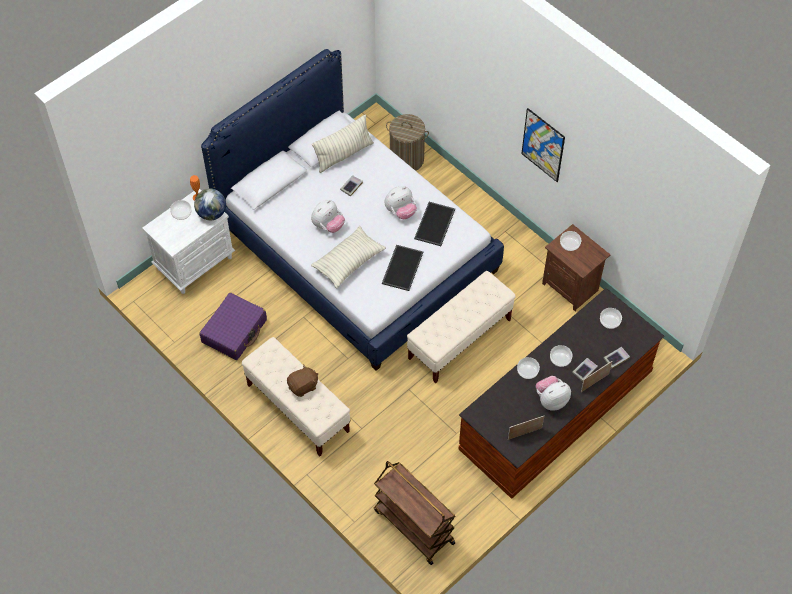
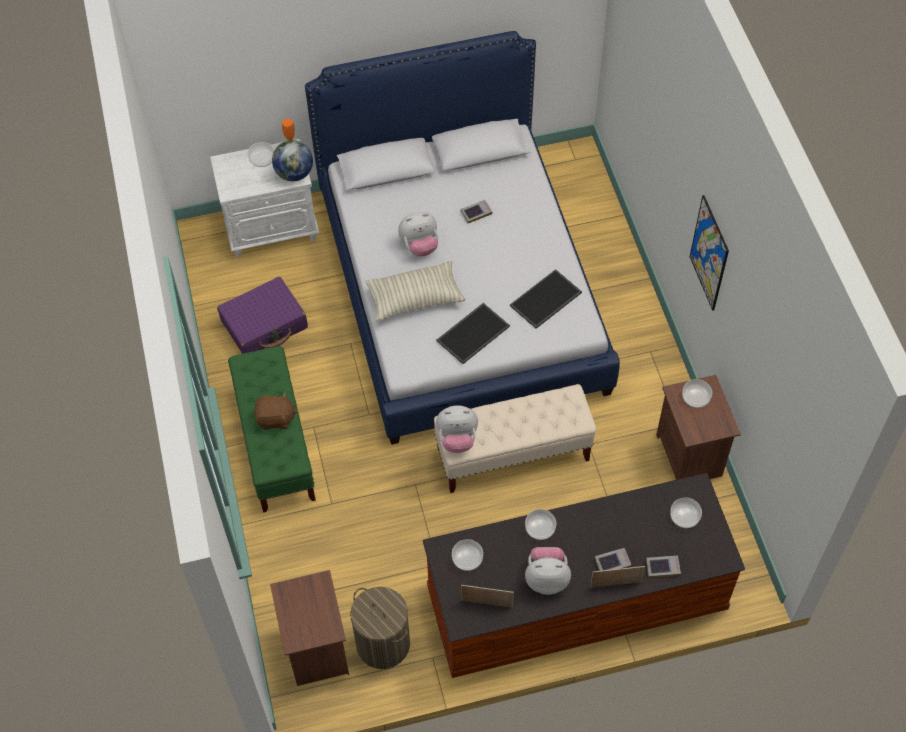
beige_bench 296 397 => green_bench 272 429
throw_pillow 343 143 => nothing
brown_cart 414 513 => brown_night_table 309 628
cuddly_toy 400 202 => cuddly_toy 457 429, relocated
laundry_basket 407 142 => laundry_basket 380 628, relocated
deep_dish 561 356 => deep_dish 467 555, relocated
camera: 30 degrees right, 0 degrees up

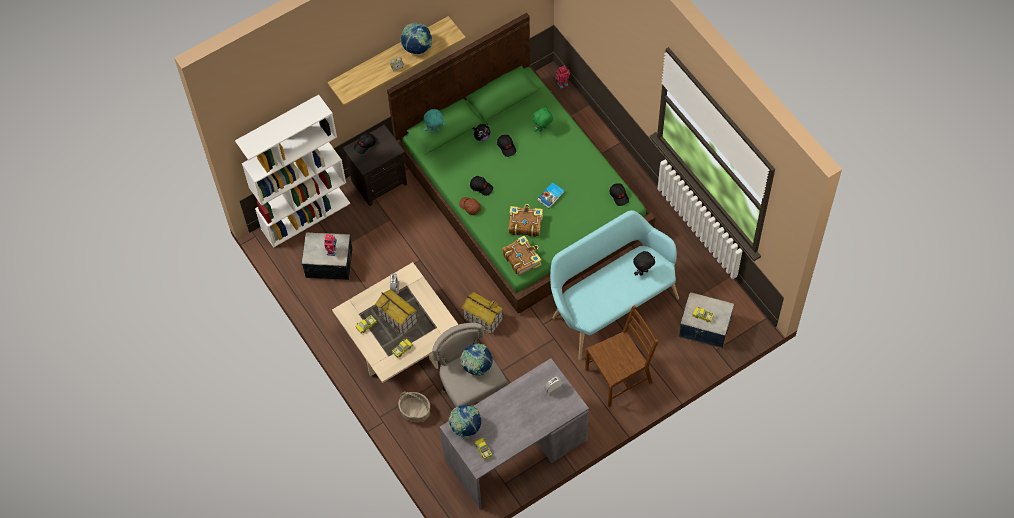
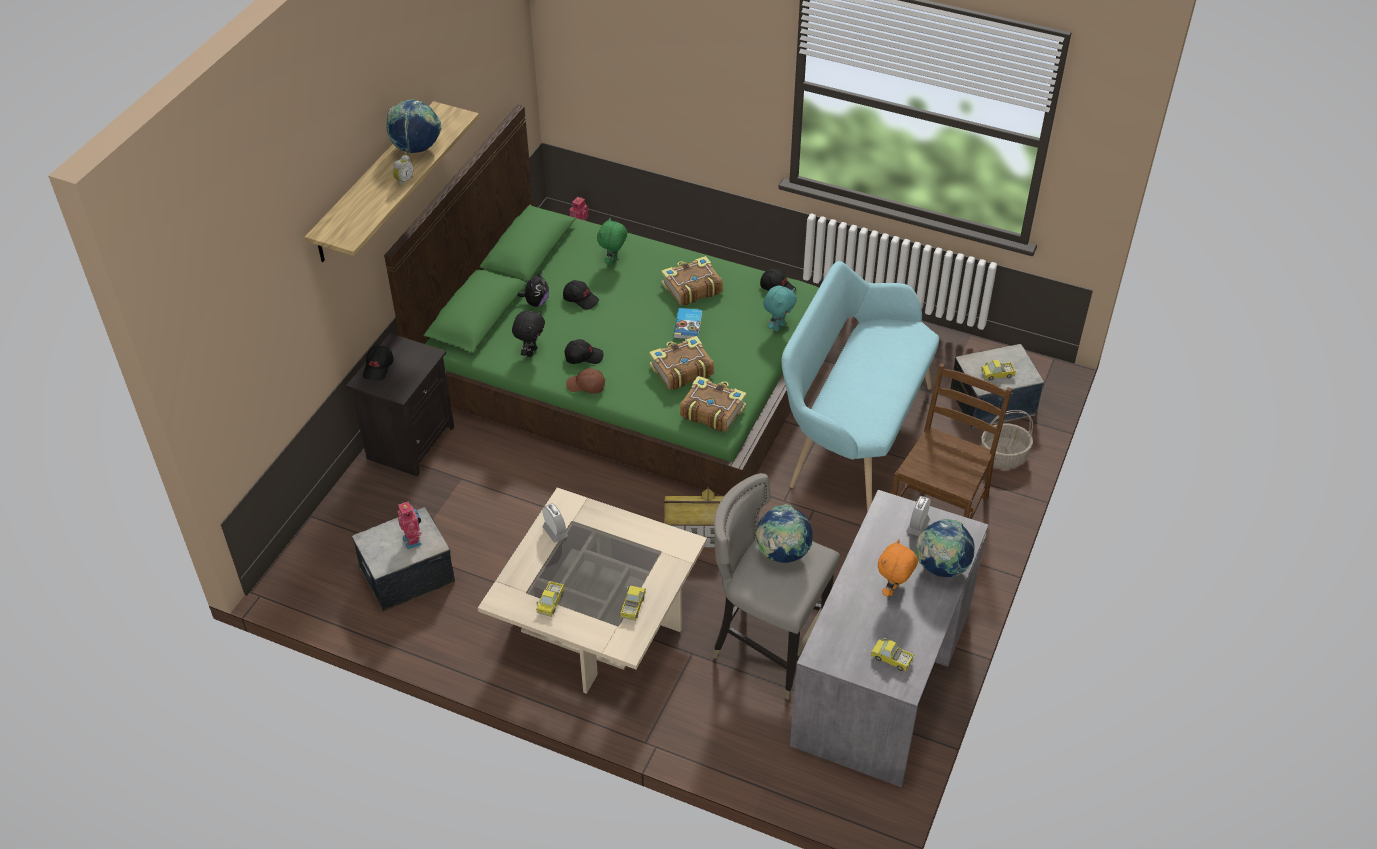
white_bookcase 292 171 => nothing
toy_house 396 312 => nothing
basket 414 407 => basket 1007 439, relocated
blue-green_cuddly_toy 434 121 => blue-green_cuddly_toy 780 308, relocated
world_globe 465 421 => world_globe 945 548, relocated
blackish_cuddly_toy 644 263 => blackish_cuddly_toy 528 334, relocated
nothing => book 692 280
nothing => orange-coloured_cuddly_toy 898 568
camera: 35 degrees left, 15 degrees down

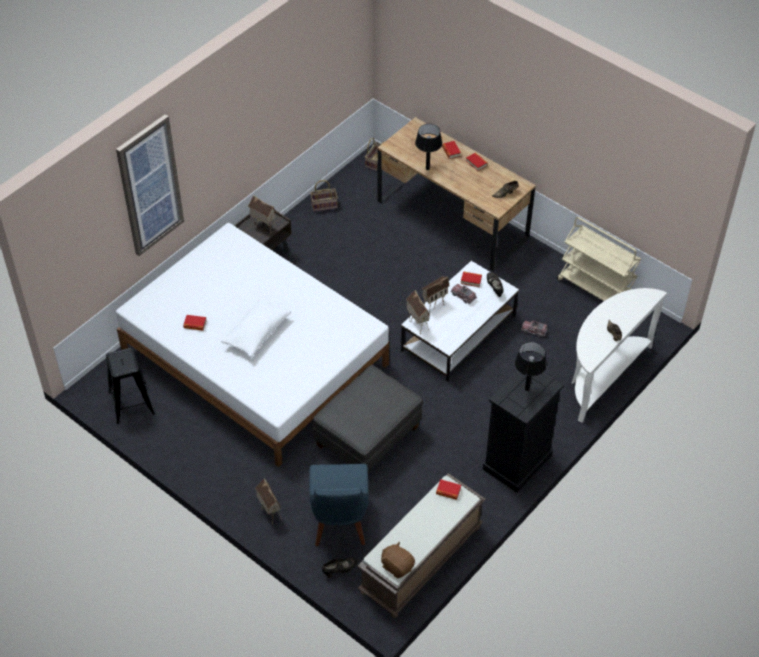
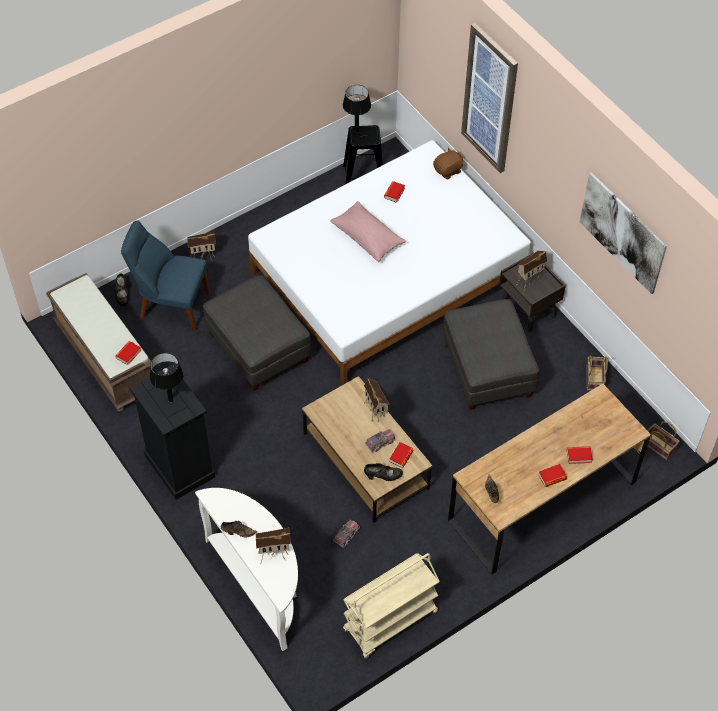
white_throw_pillow 256 327 => pink_throw_pillow 368 231
brown_cuddly_toy 398 560 => brown_cuddly_toy 448 163, relocated
white_coffee_table 460 321 => brown_coffee_table 367 449
toy_house 418 312 => toy_house 273 545, relocated
blackish_table_lamp 428 147 => blackish_table_lamp 357 109, relocated
nothing => grey_pouffe 491 354
nothing => picture 623 233
camera: 105 degrees right, 5 degrees up

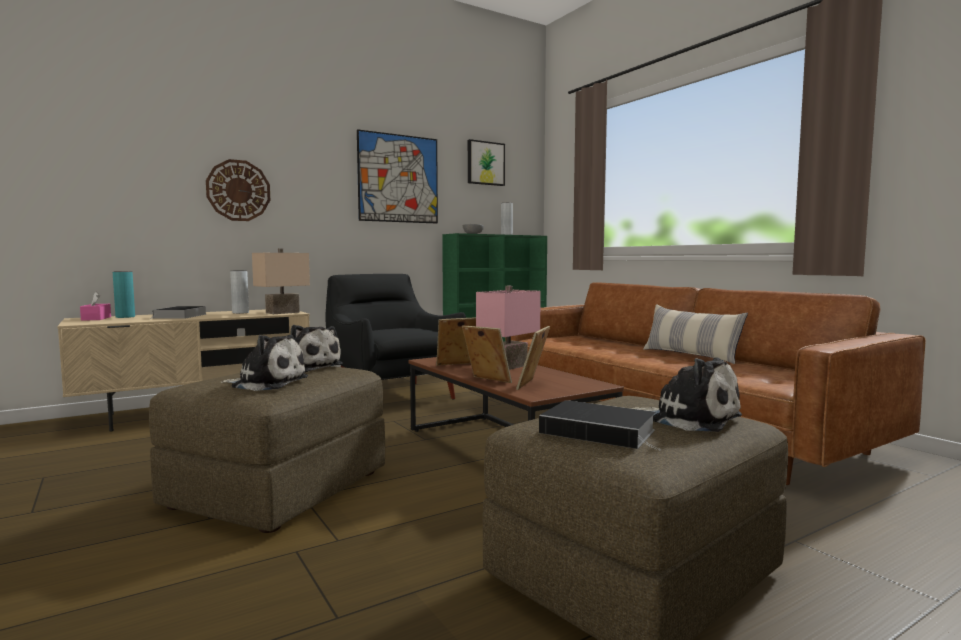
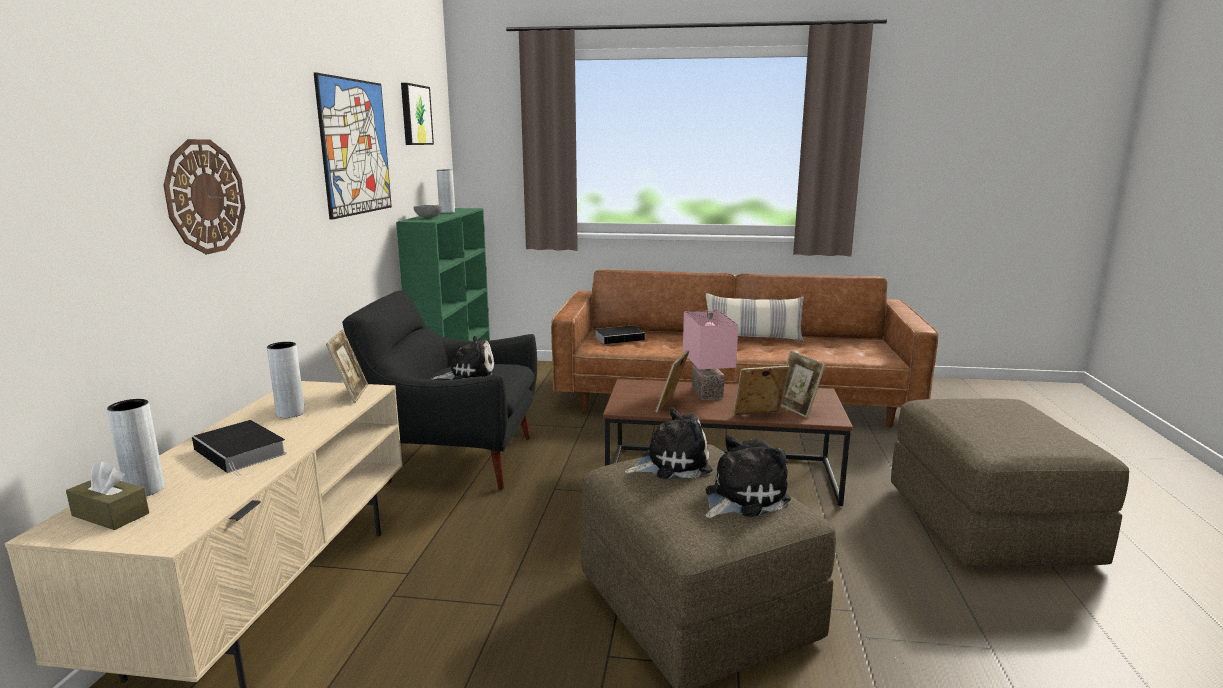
pink_tissue_holder 95 306 => brown_tissue_holder 107 496
blue-green_flower_vase 124 294 => grey_flower_vase 136 447
beige_table_lamp 281 281 => standing_frame 347 366
book 600 425 => book 622 334, relocated
cuddly_toy 687 394 => cuddly_toy 463 358, relocated
camera: 50 degrees left, 10 degrees up

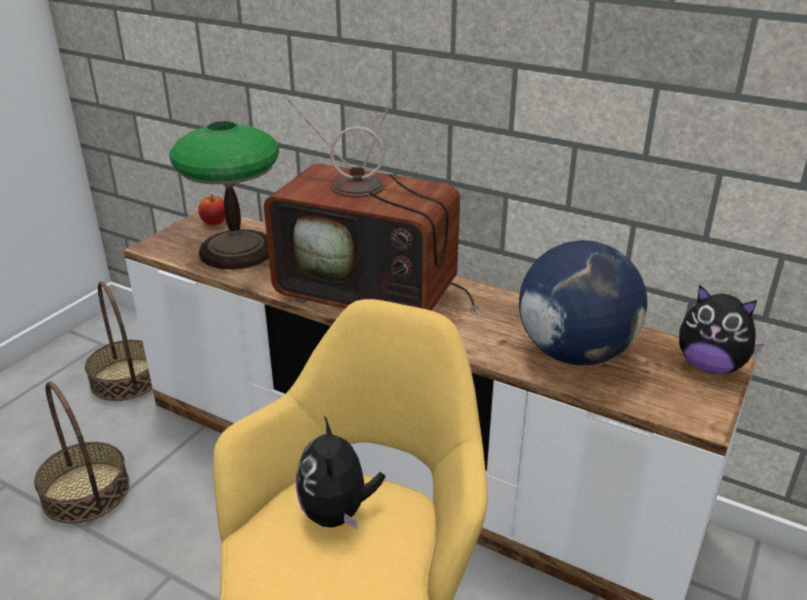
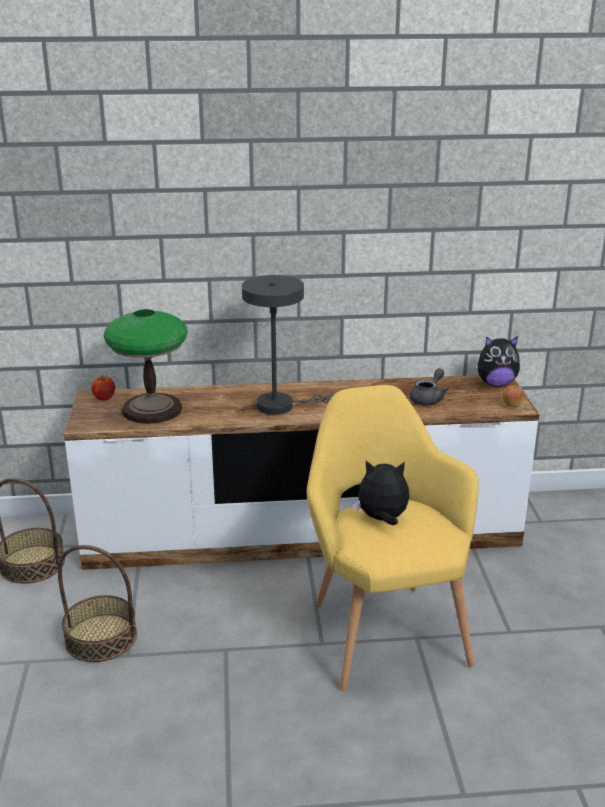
television 371 195 => grey_table_lamp 288 345
cuddly_toy 340 472 => cuddly_toy 381 492, 135 degrees clockwise
world_globe 583 302 => grey_tea_pot 429 387
nothing => whole_apple 513 396
camera: 35 degrees left, 5 degrees down

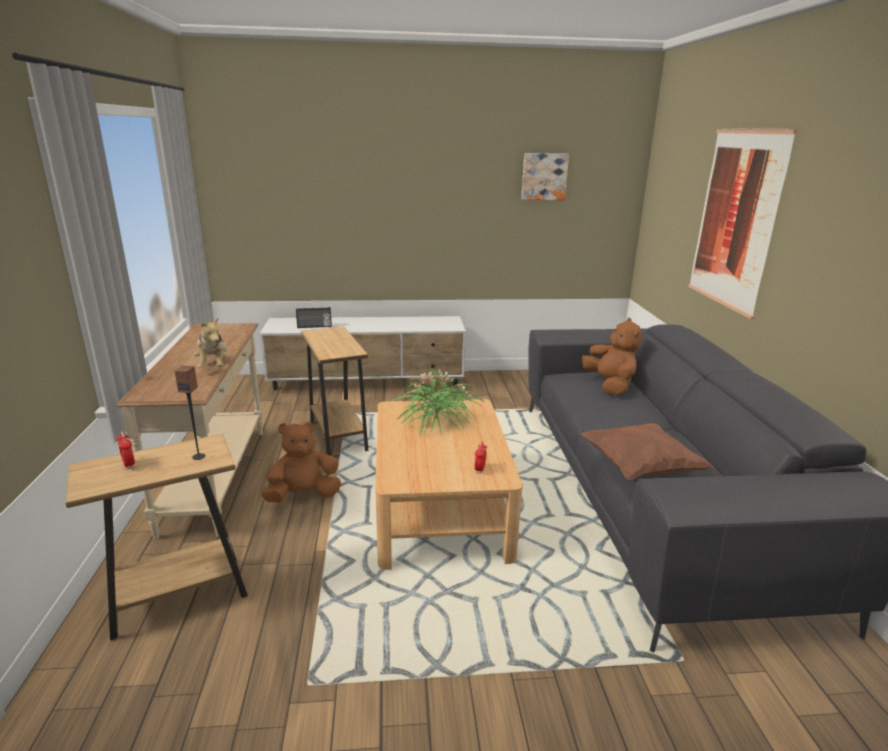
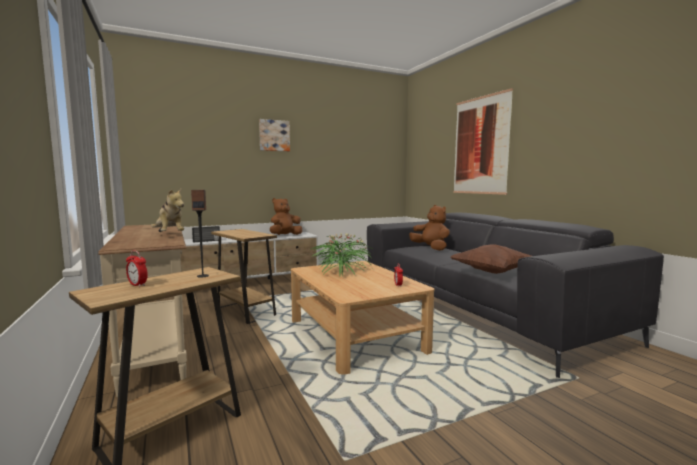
brown_cuddly_toy 301 462 => brown_cuddly_toy 286 216, relocated
picture 545 176 => picture 274 135, relocated
camera: 20 degrees left, 15 degrees down

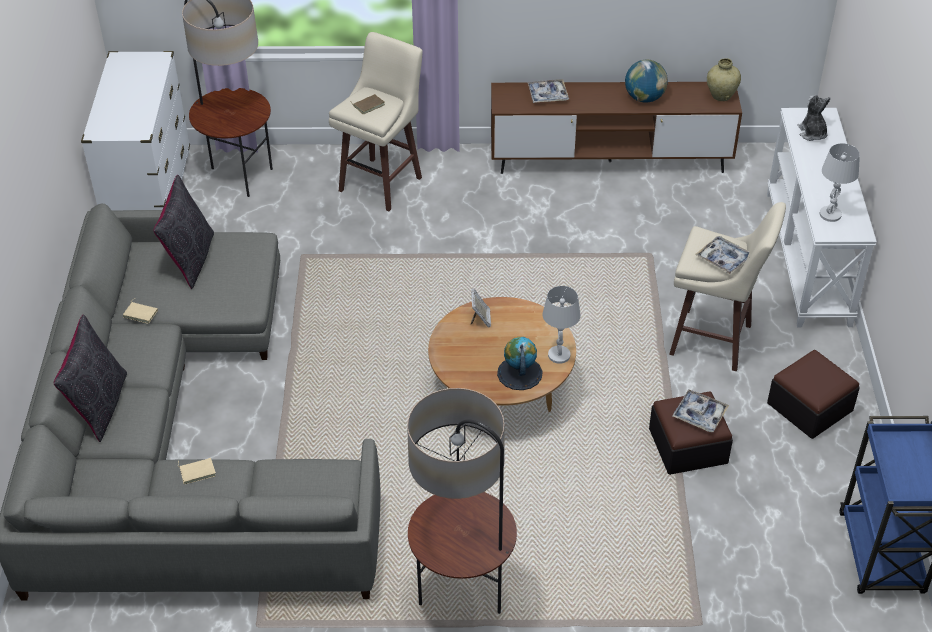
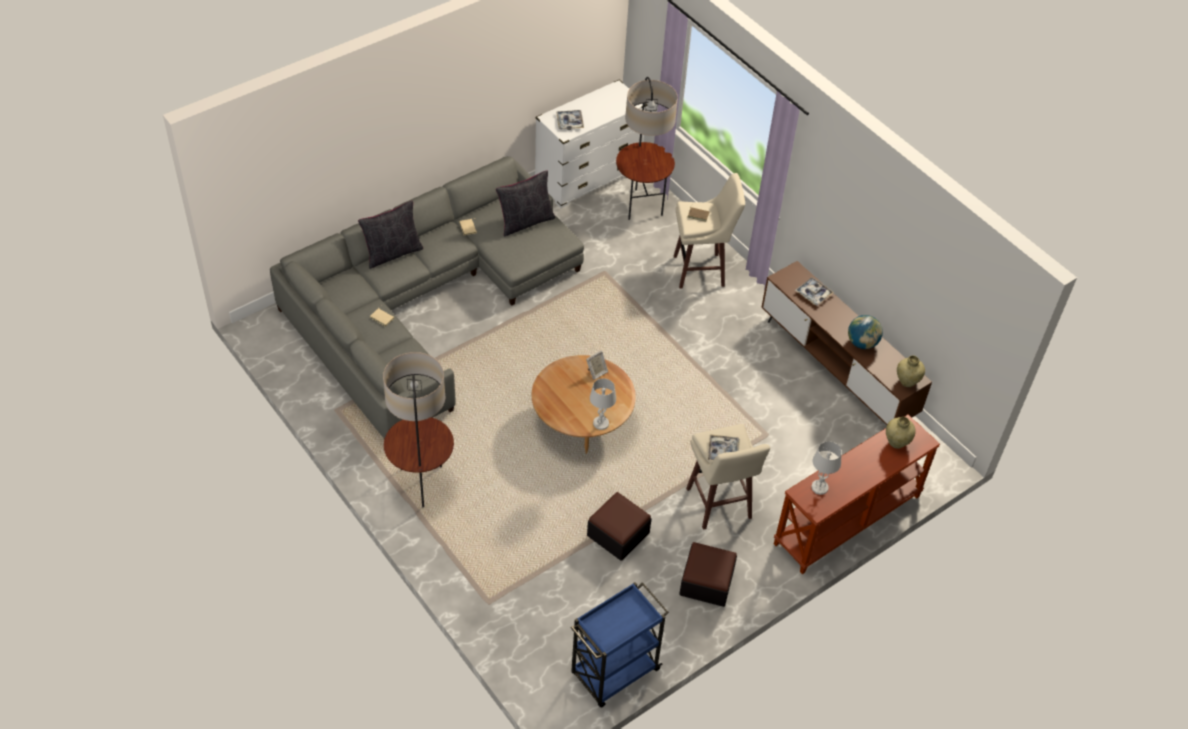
world_globe 520 363 => nothing
serving_tray 700 411 => serving_tray 570 120, relocated
white_console_table 822 217 => brown_console_table 857 494
cuddly_toy 814 118 => beige_flower_vase 901 433
camera: 50 degrees right, 5 degrees up

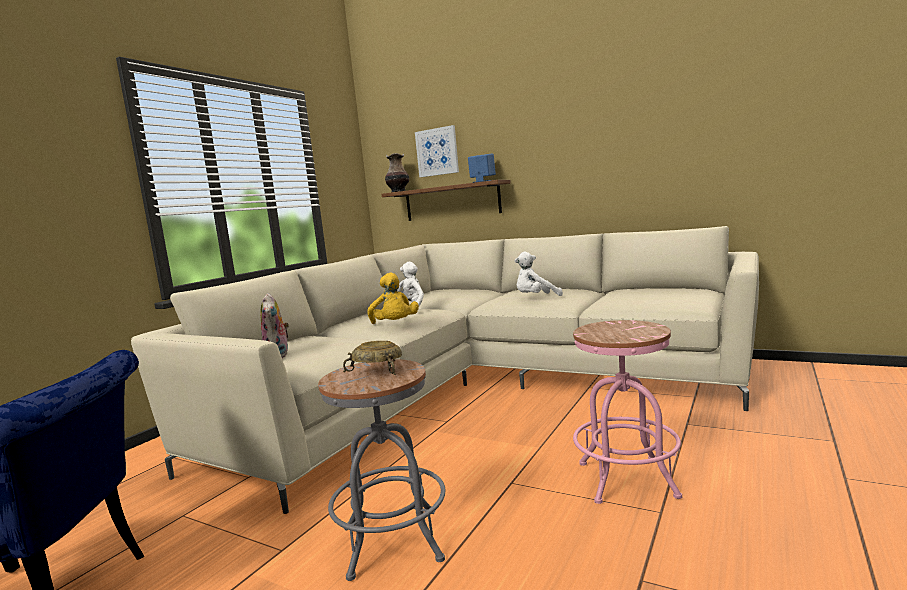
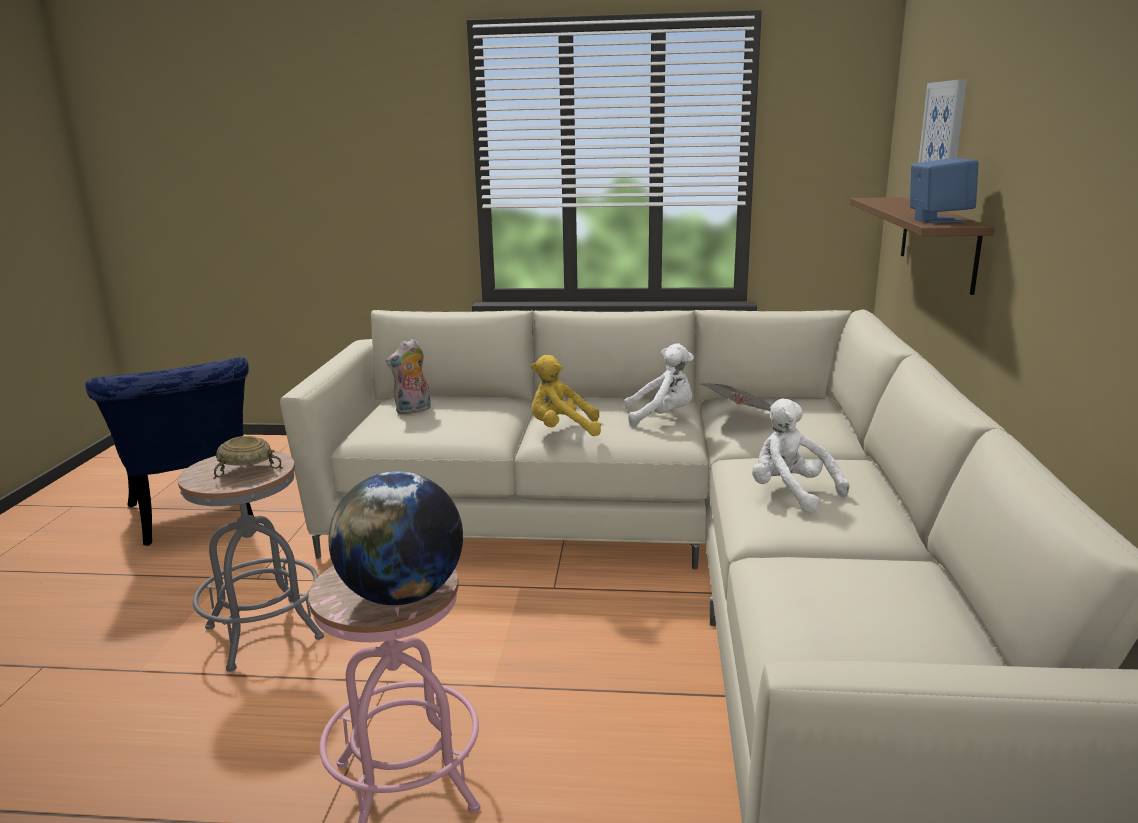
yellow_cuddly_toy 393 298 => yellow_cuddly_toy 566 395, 45 degrees clockwise
flower_vase 397 172 => nothing
nothing => world_globe 395 538
nothing => printed_paper 736 397
camera: 65 degrees right, 10 degrees up

